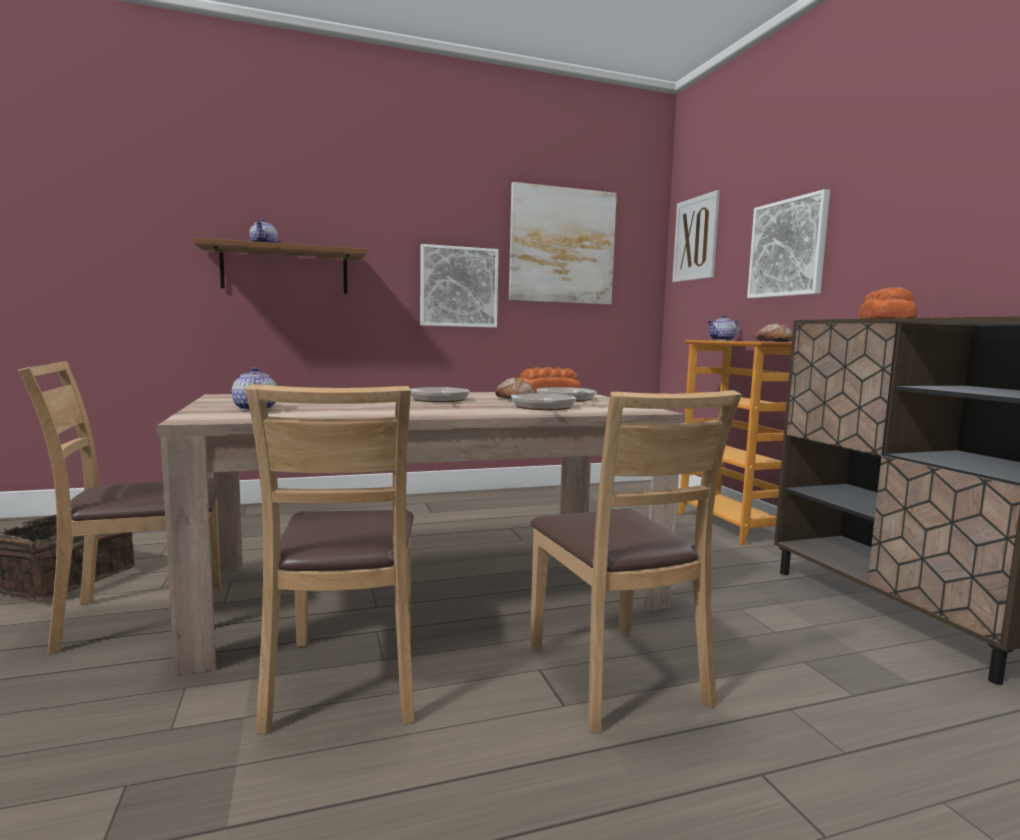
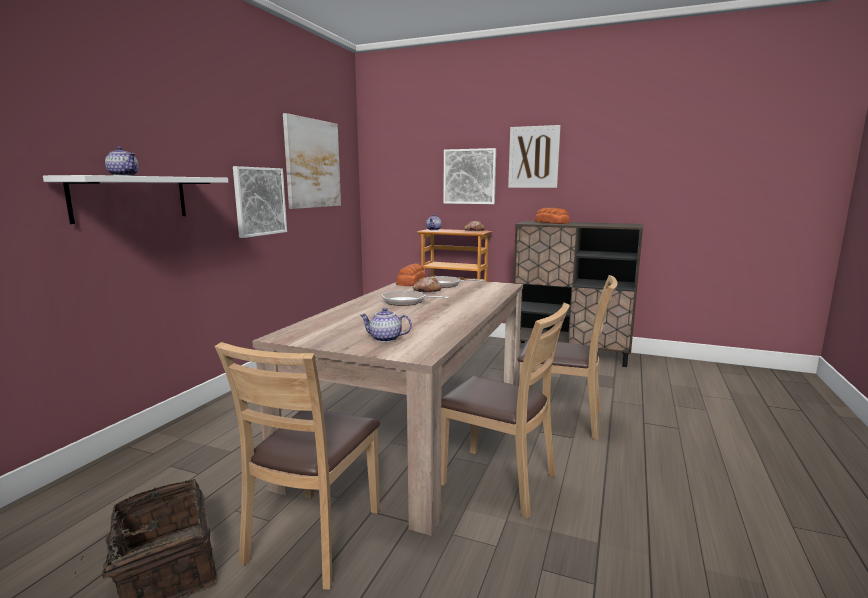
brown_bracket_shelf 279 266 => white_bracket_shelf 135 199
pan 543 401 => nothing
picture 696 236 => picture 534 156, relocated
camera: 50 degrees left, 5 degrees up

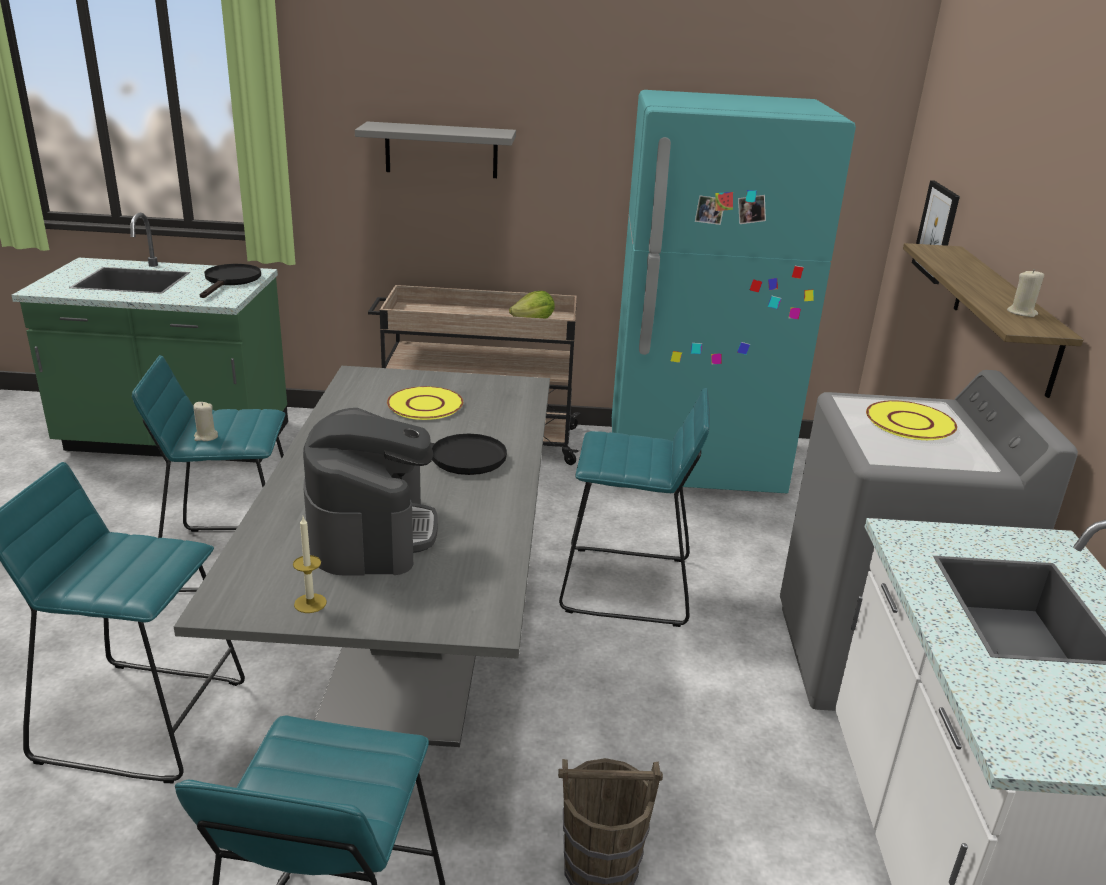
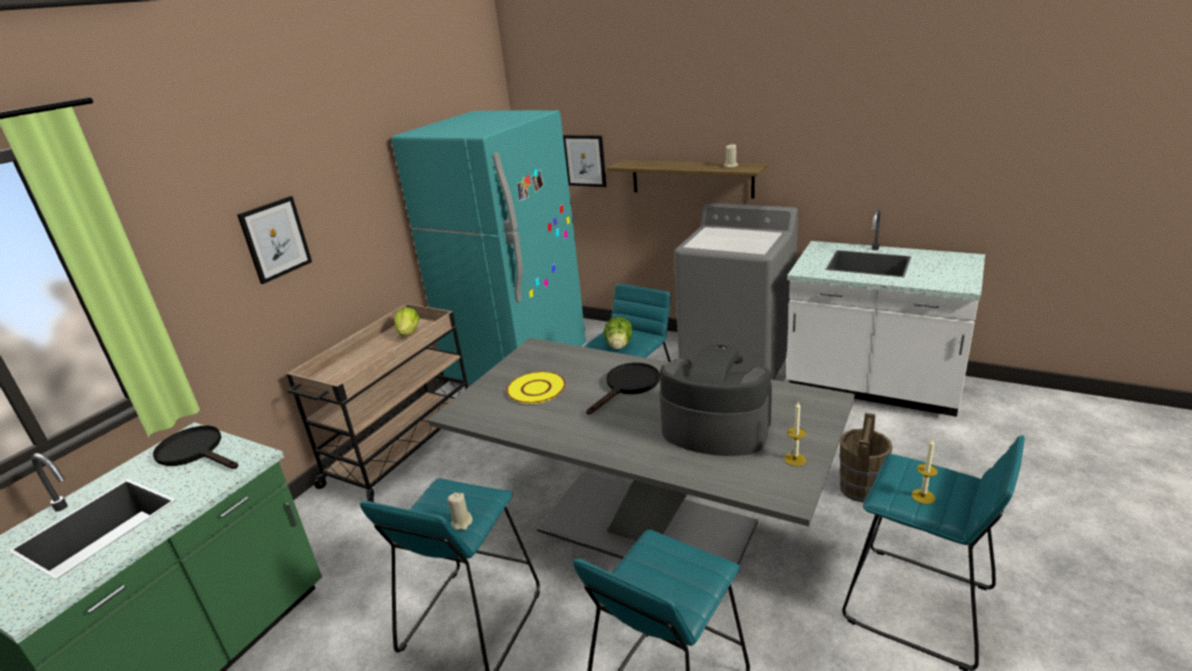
grey_bracket_shelf 435 149 => picture 274 240
yellow_flat_dish 911 420 => nothing
nothing => head_of_lettuce 618 333
nothing => wax_candle 924 471
camera: 60 degrees left, 0 degrees up

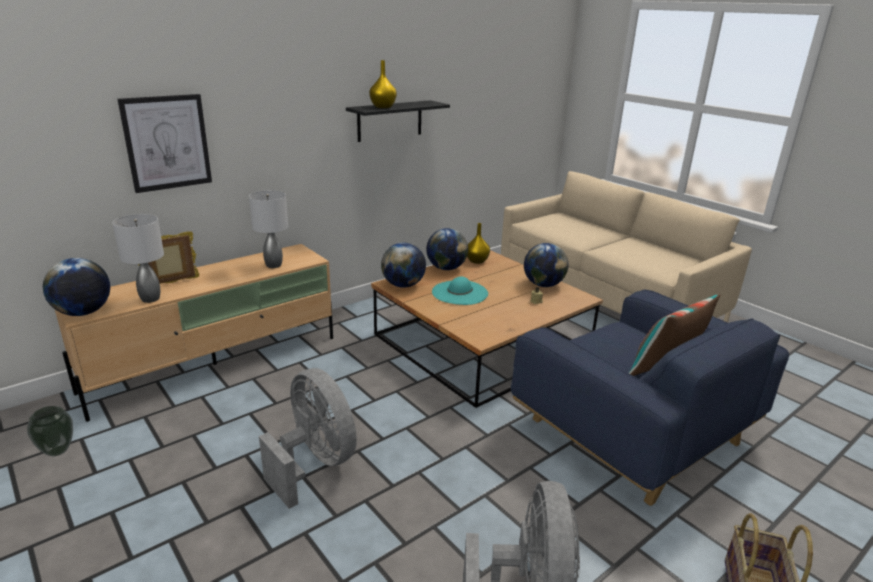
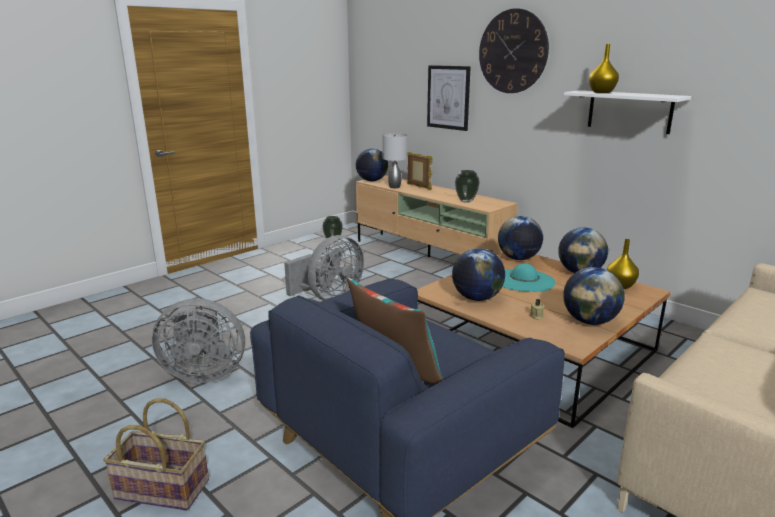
grey_table_lamp 268 229 => flower_vase 467 186
blackish_bracket_shelf 398 121 => white_bracket_shelf 627 112
nothing => world_globe 478 274
nothing => wall_clock 514 50
camera: 85 degrees right, 5 degrees down

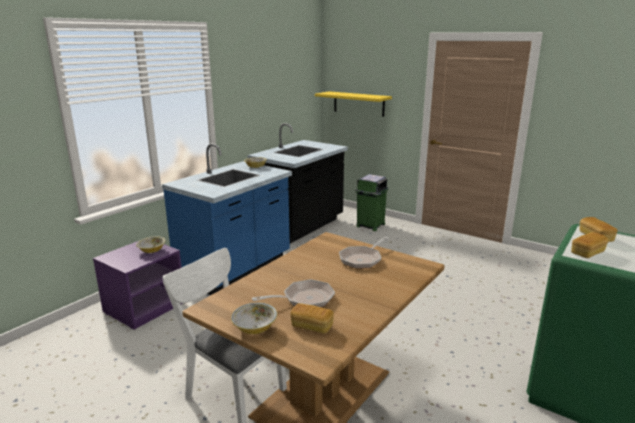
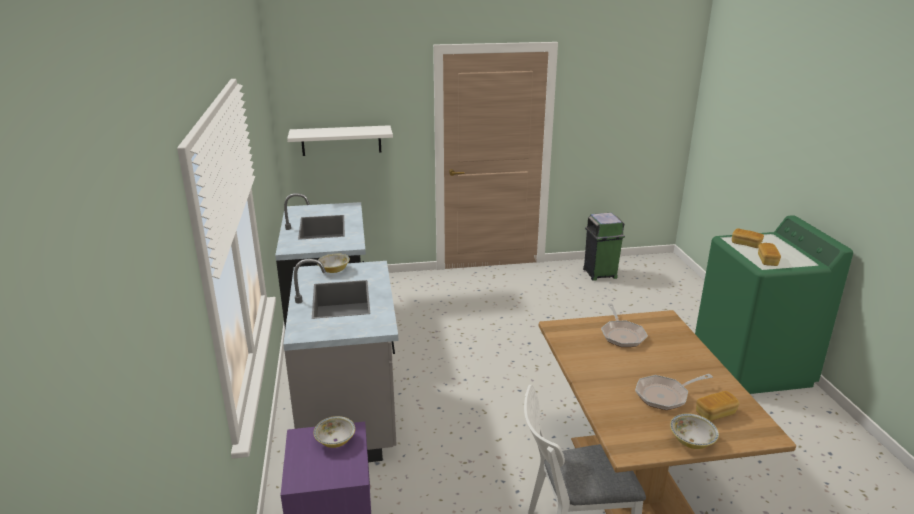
blue-coloured_kitchen_base_unit 227 219 => grey_kitchen_base_unit 341 360
pan 293 293 => pan 674 392, 135 degrees counterclockwise
yellow_bracket_shelf 353 104 => white_bracket_shelf 340 140
green_trash_can 372 202 => green_trash_can 604 247, relocated
camera: 45 degrees left, 5 degrees up

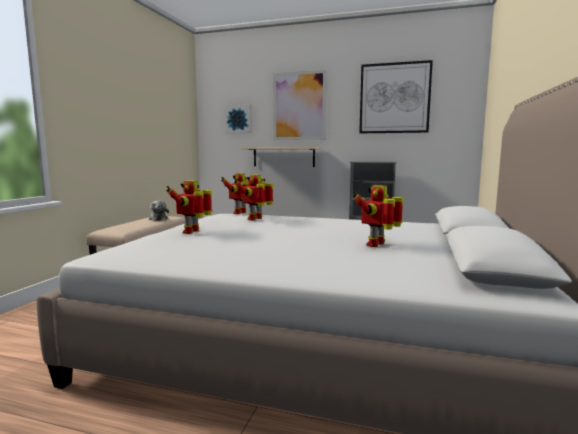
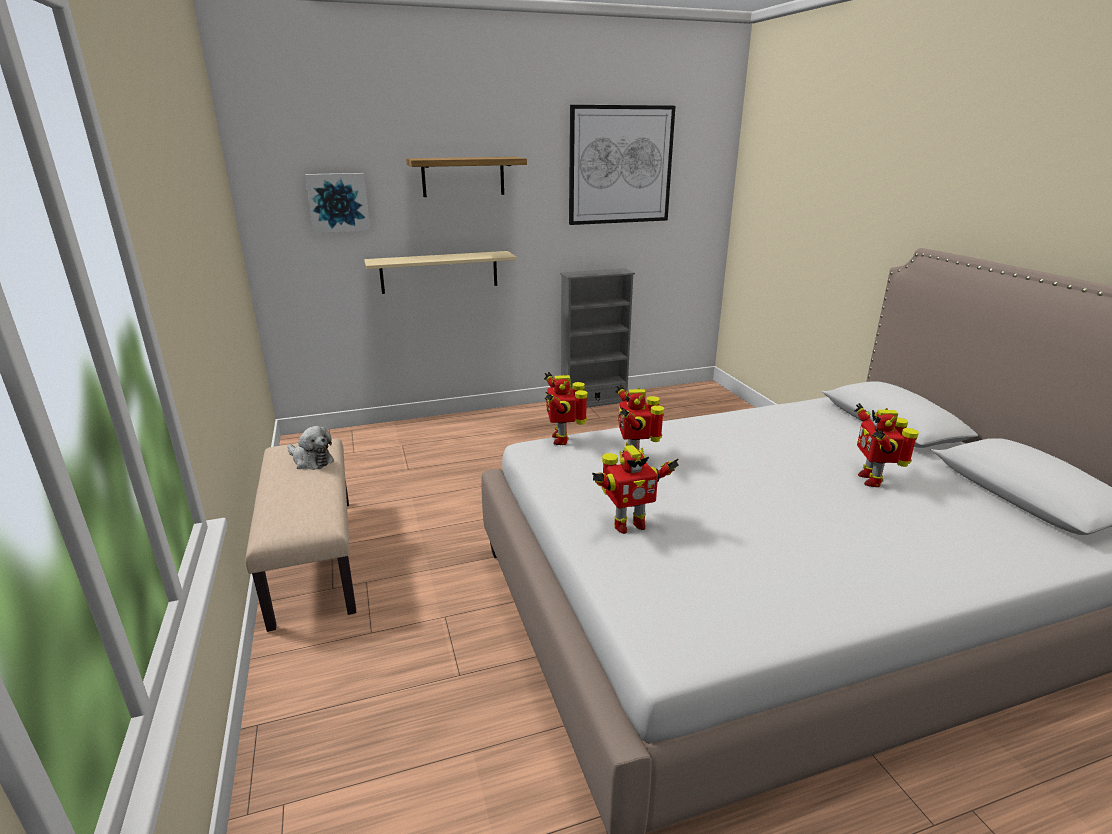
model_robot 190 207 => model_robot 635 489, 90 degrees counterclockwise
picture 299 105 => bracket_shelf 466 177
camera: 35 degrees left, 15 degrees up

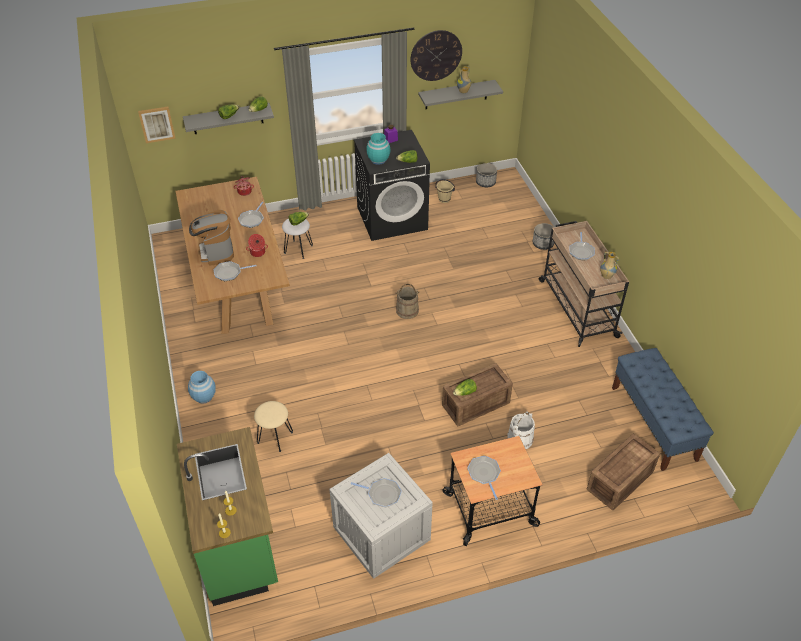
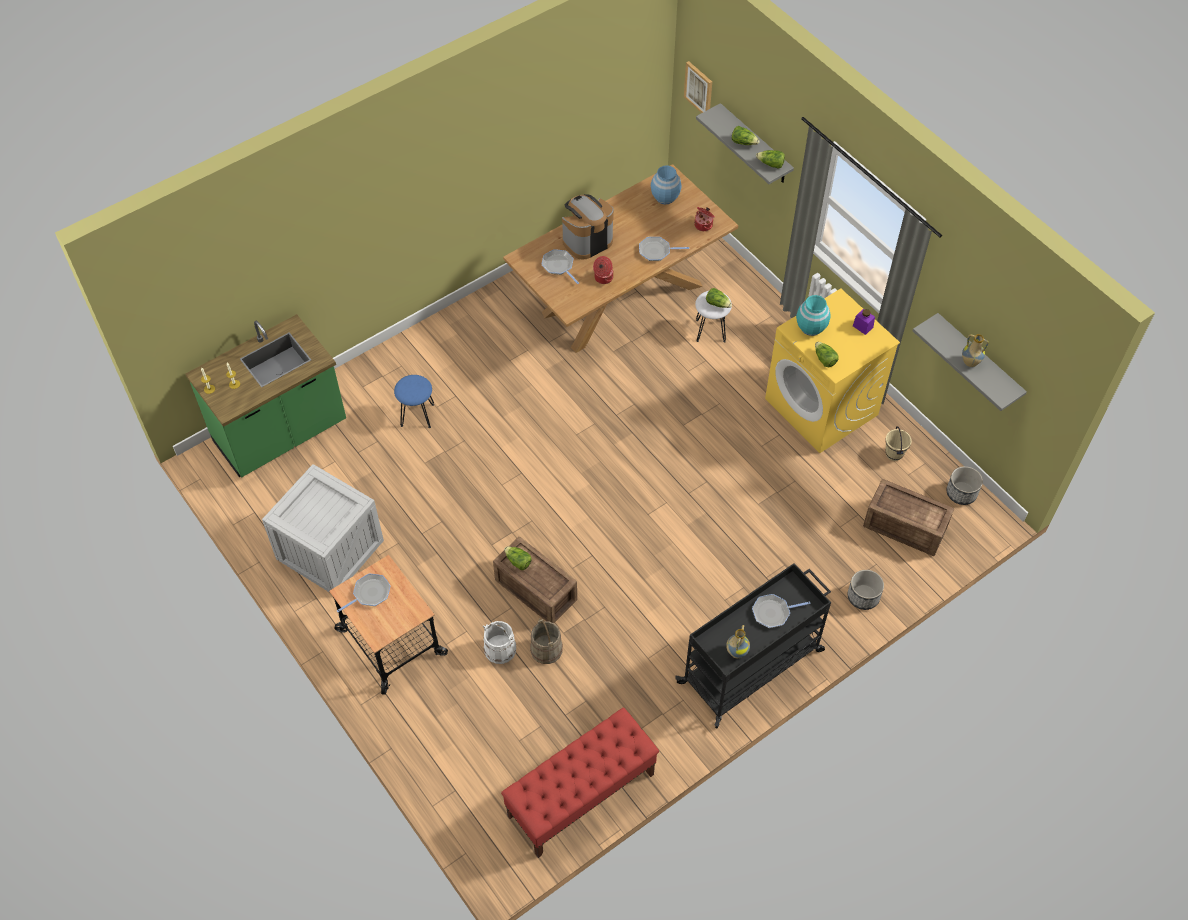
blue-coloured_flower_vase 202 387 => blue-coloured_flower_vase 666 184, relocated
beige_stool_seat 273 426 => blue-coloured_stool_seat 414 401
pan 376 493 => nothing
blackish_washing_machine 392 185 => yellow_washing_machine 832 370
beige_water_bucket 407 301 => beige_water_bucket 546 641, relocated
wall_clock 436 55 => nothing
beige_cart 584 284 => blackish_cart 753 646
shipping_crate 623 472 => shipping_crate 908 517, relocated
blue-coloured_bench 663 409 => red-coloured_bench 580 782
camera: 70 degrees right, 10 degrees up

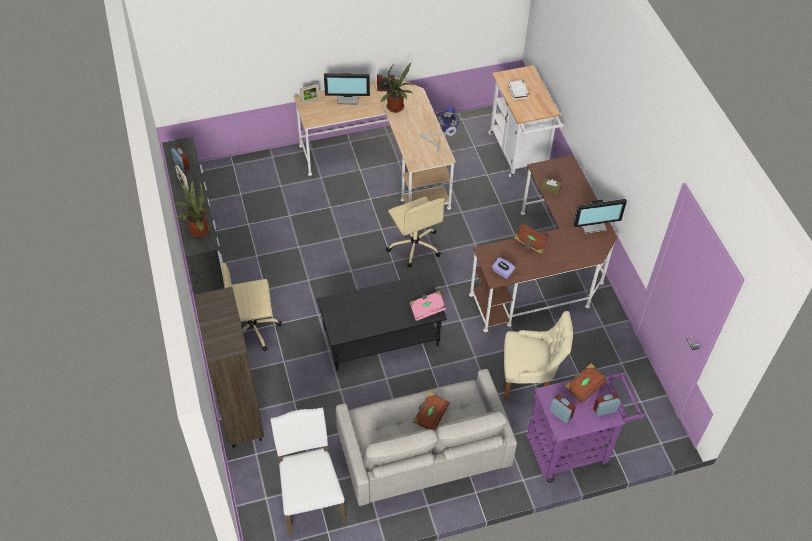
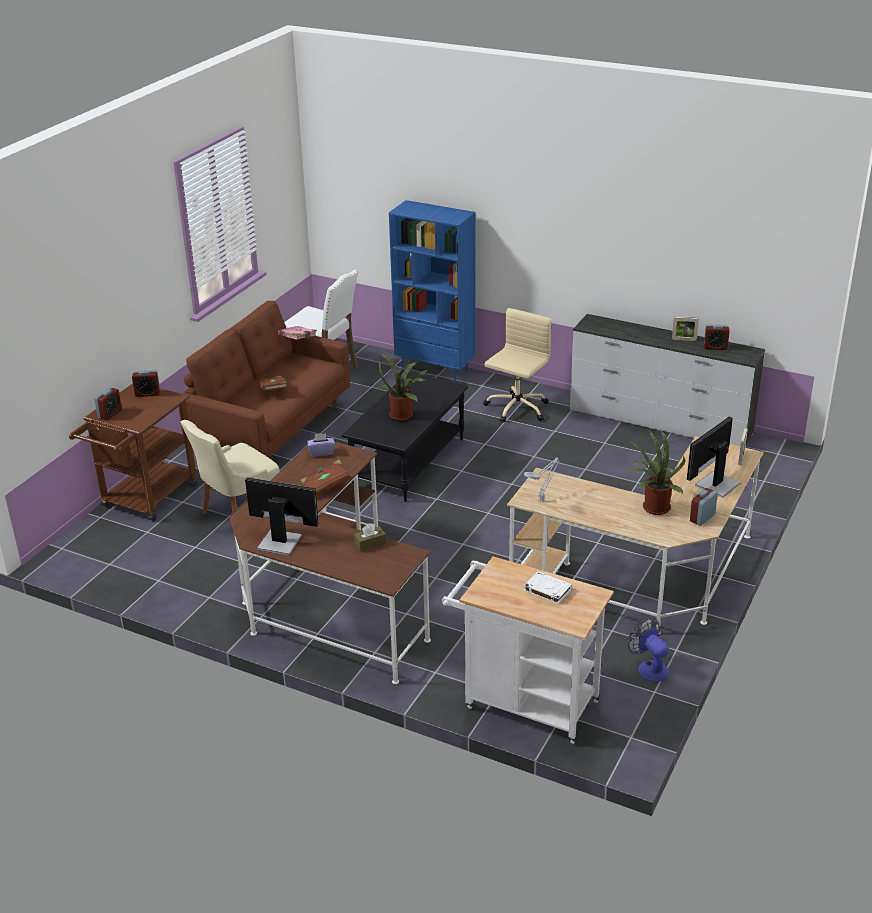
plant_in_a_pot 190 209 => plant_in_a_pot 402 387, relocated
brown_bookcase 229 367 => blue-coloured_bookcase 432 291
grey_couch 426 437 => brown_couch 264 379
beige_desk_chair 415 232 => nothing
pink_book 428 306 => pink_book 297 333, relocated
purplish_cart 586 427 => brown_cart 133 452
brown_book 586 383 => nothing
computer_screen 600 216 => computer_screen 282 516, 75 degrees clockwise
camera: 135 degrees right, 20 degrees down

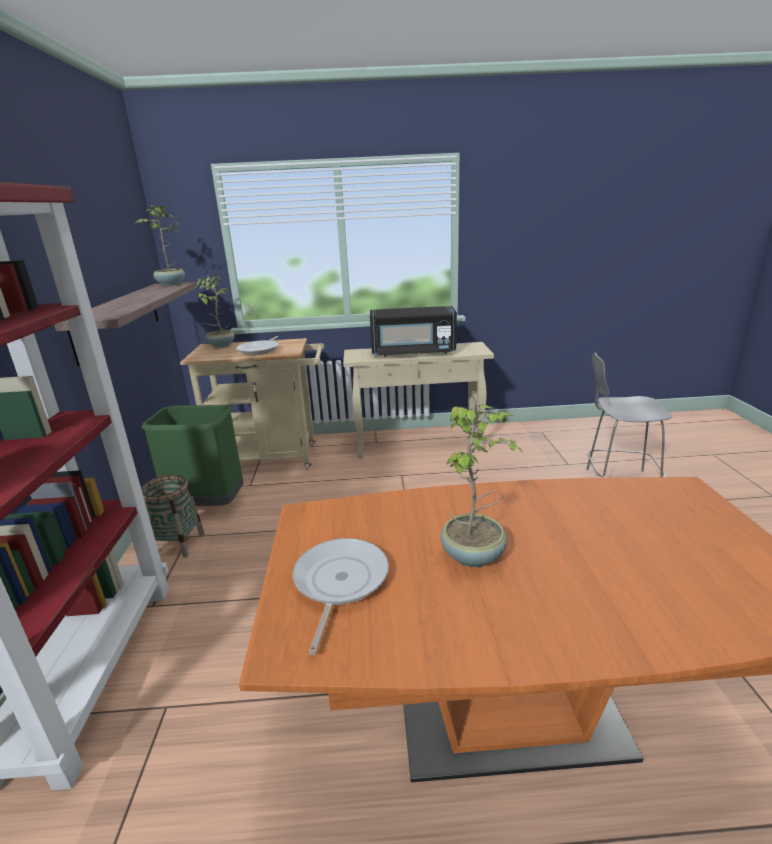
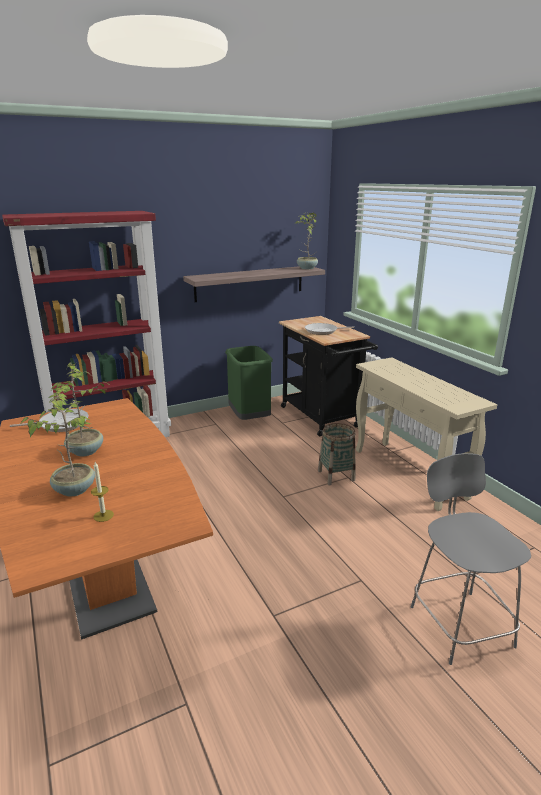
basket 173 516 => basket 337 454, relocated
beige_cart 252 404 => blackish_cart 328 376
plant_in_a_pot 216 311 => plant_in_a_pot 58 444, relocated
blackish_microwave_oven 413 331 => nothing
nothing => wax_candle 102 492
camera: 65 degrees right, 0 degrees up

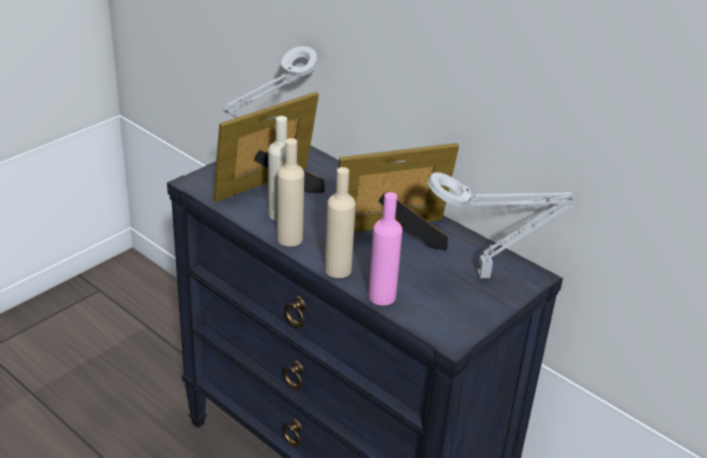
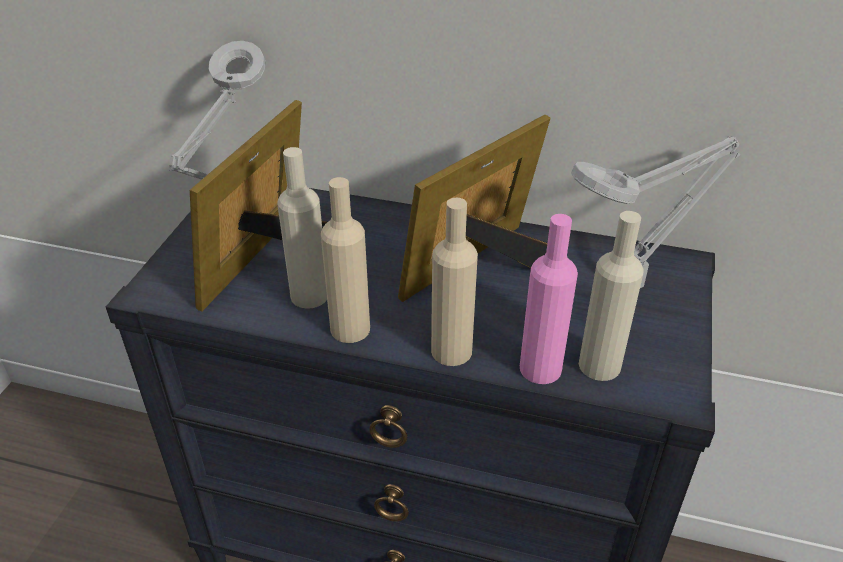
nothing => beige_drink_bottle 611 296
camera: 25 degrees left, 5 degrees up

